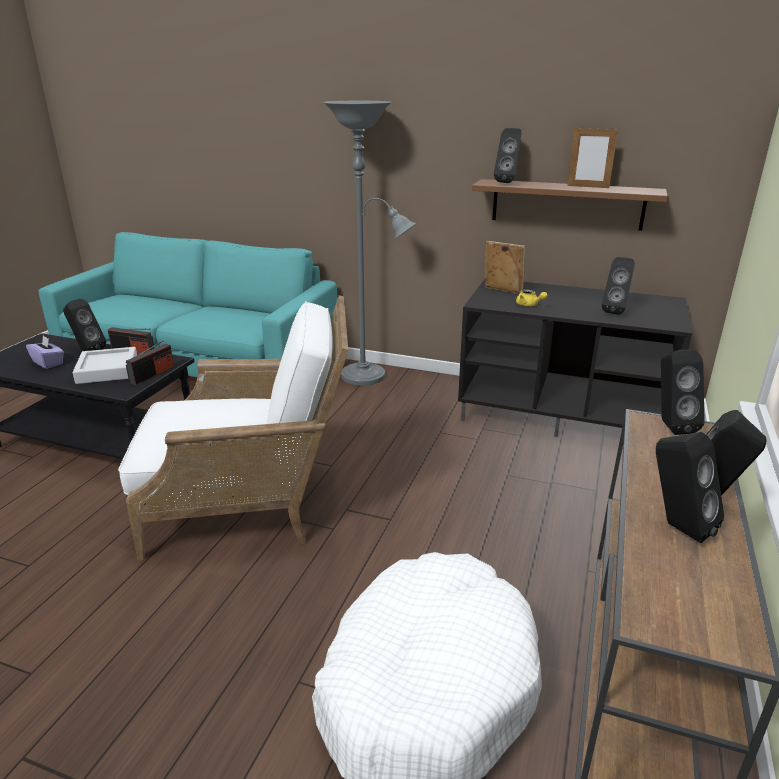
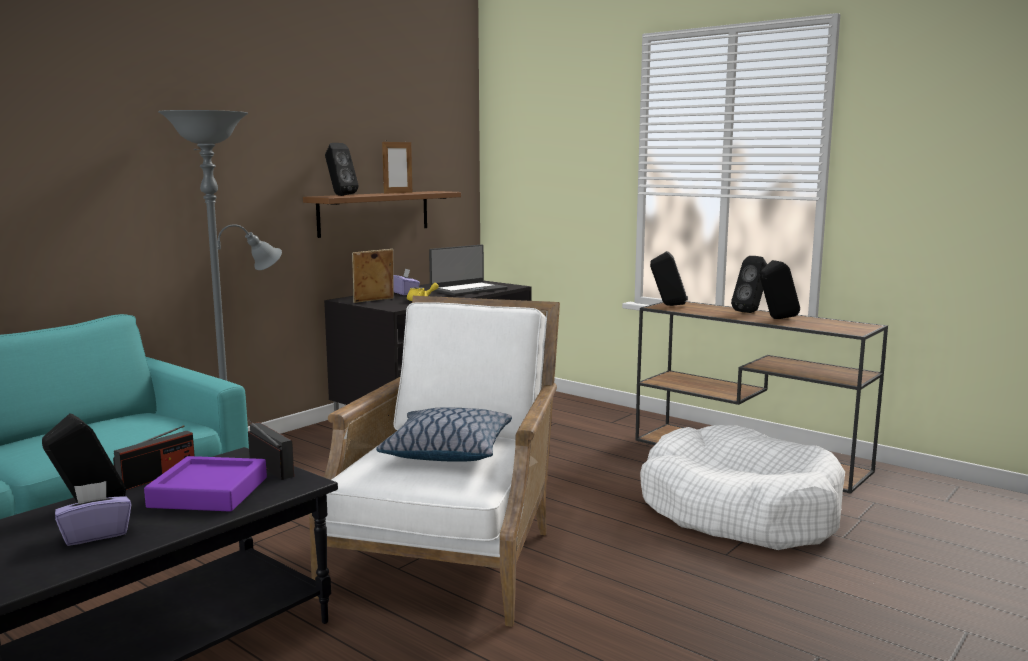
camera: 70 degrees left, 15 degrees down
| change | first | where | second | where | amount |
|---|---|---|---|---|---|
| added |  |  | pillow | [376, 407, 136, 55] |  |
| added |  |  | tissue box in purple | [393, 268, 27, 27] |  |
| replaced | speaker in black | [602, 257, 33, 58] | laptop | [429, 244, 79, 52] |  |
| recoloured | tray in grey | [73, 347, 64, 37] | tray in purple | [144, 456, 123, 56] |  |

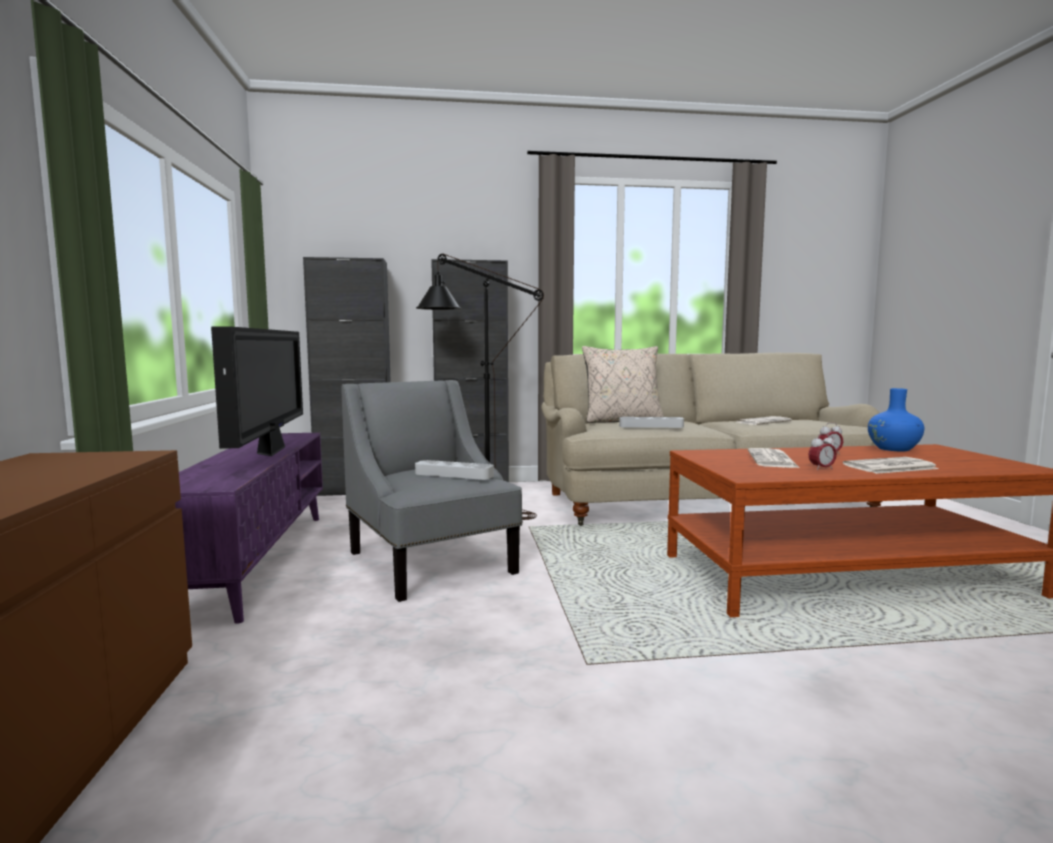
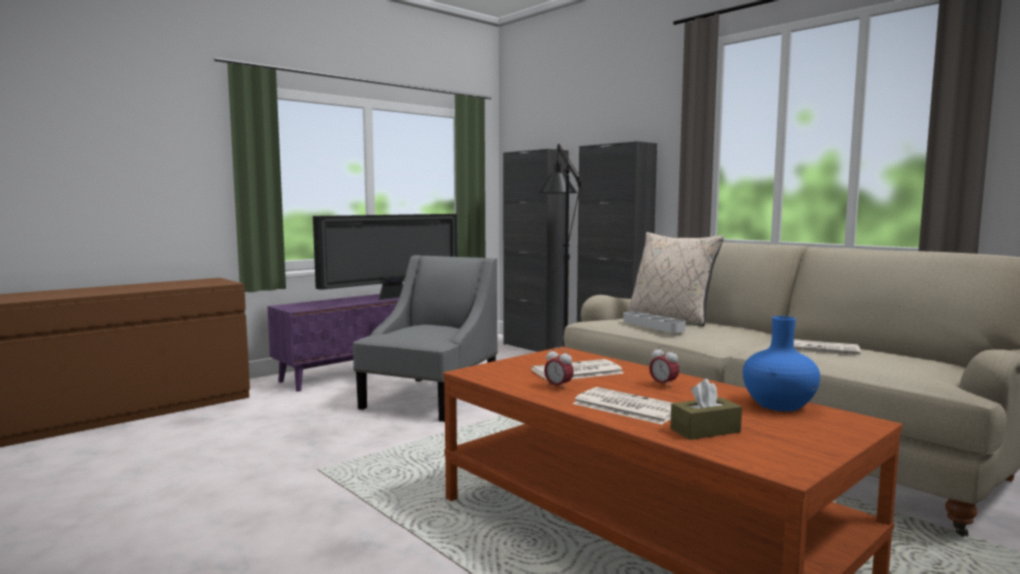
camera: 55 degrees right, 0 degrees up
| change | first | where | second | where | amount |
|---|---|---|---|---|---|
| removed | tray in grey | [415, 460, 79, 20] |  |  |  |
| added |  |  | tissue box in brown | [670, 379, 72, 61] |  |

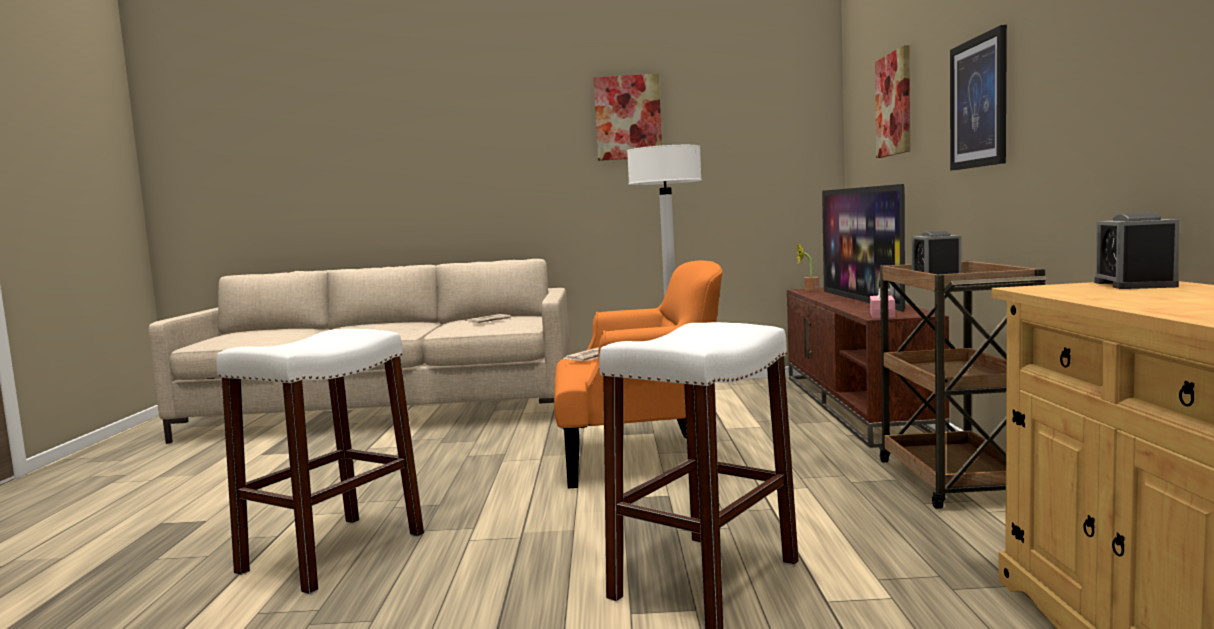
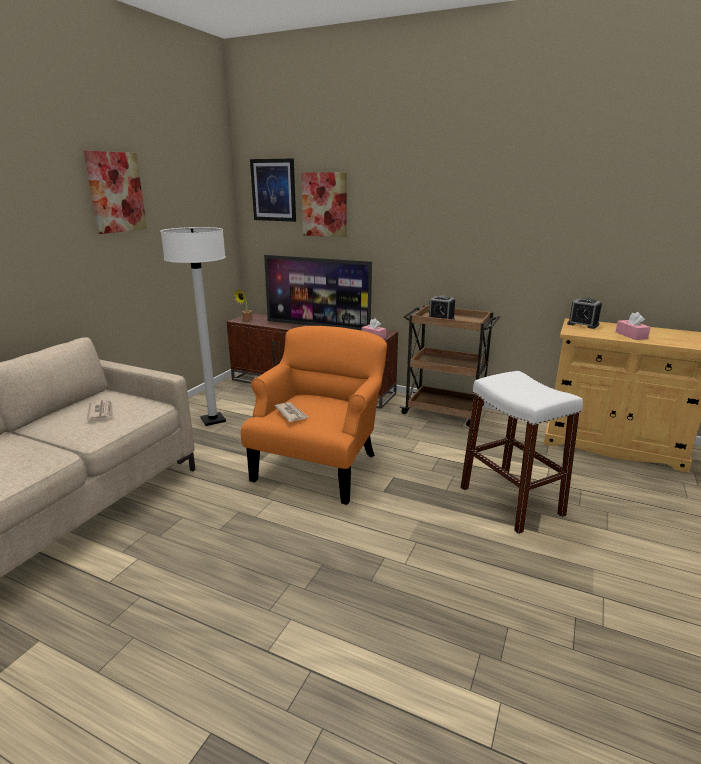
camera: 65 degrees left, 15 degrees up
| change | first | where | second | where | amount |
|---|---|---|---|---|---|
| removed | stool in white | [216, 329, 208, 265] |  |  |  |
| added |  |  | tissue box in pink | [616, 312, 35, 28] |  |
| moved | picture | [950, 25, 57, 145] |  | [250, 158, 46, 64] |  |

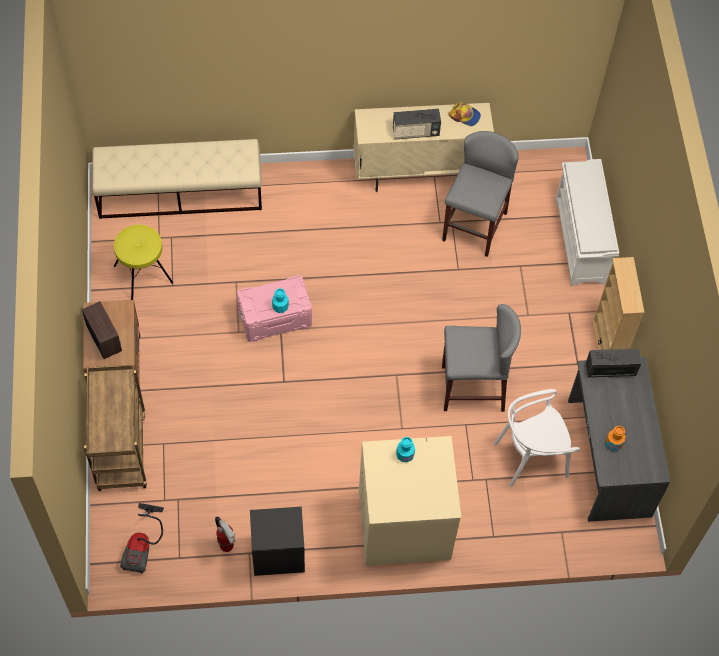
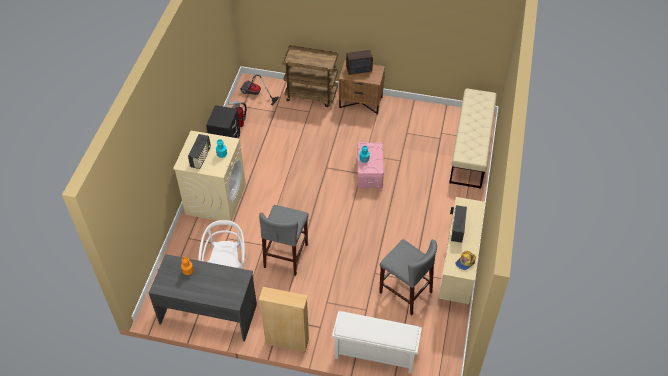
camera: 110 degrees right, 10 degrees down
| change | first | where | second | where | amount |
|---|---|---|---|---|---|
| removed | stool in yellow | [114, 225, 59, 75] |  |  |  |
| moved | radio | [586, 349, 55, 29] |  | [188, 134, 23, 35] |  |

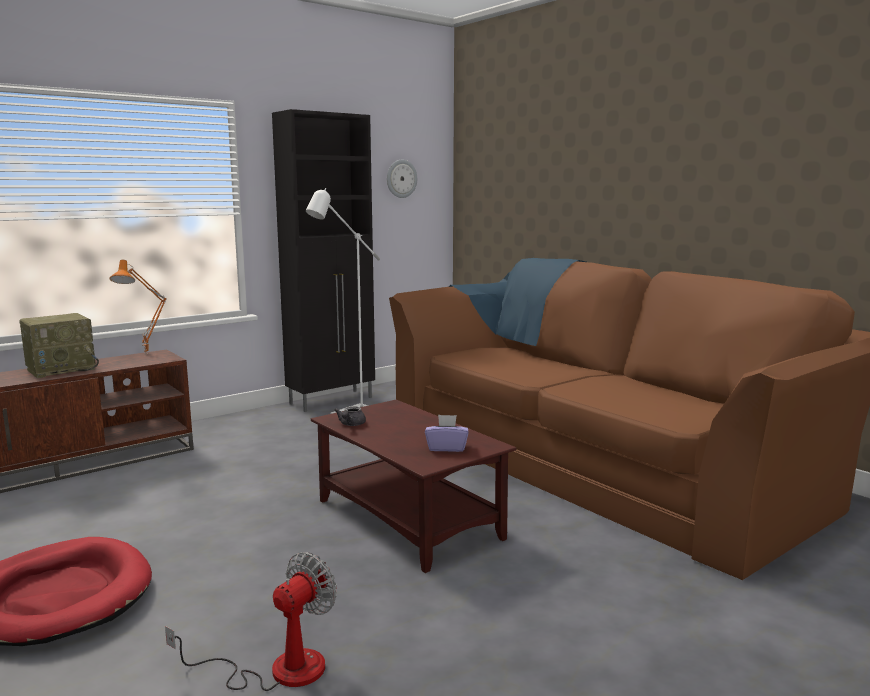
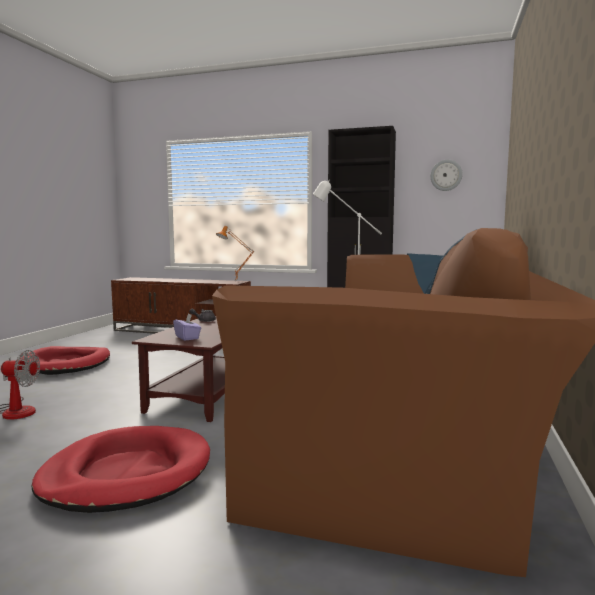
camera: 55 degrees right, 5 degrees down
| change | first | where | second | where | amount |
|---|---|---|---|---|---|
| removed | radio | [19, 313, 80, 65] |  |  |  |
| added |  |  | dog bed in red | [32, 426, 178, 87] |  |

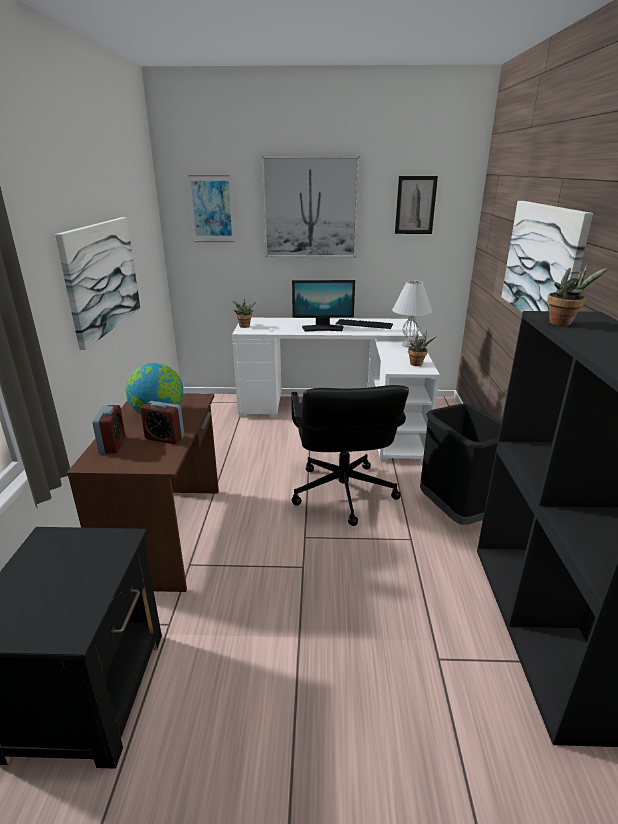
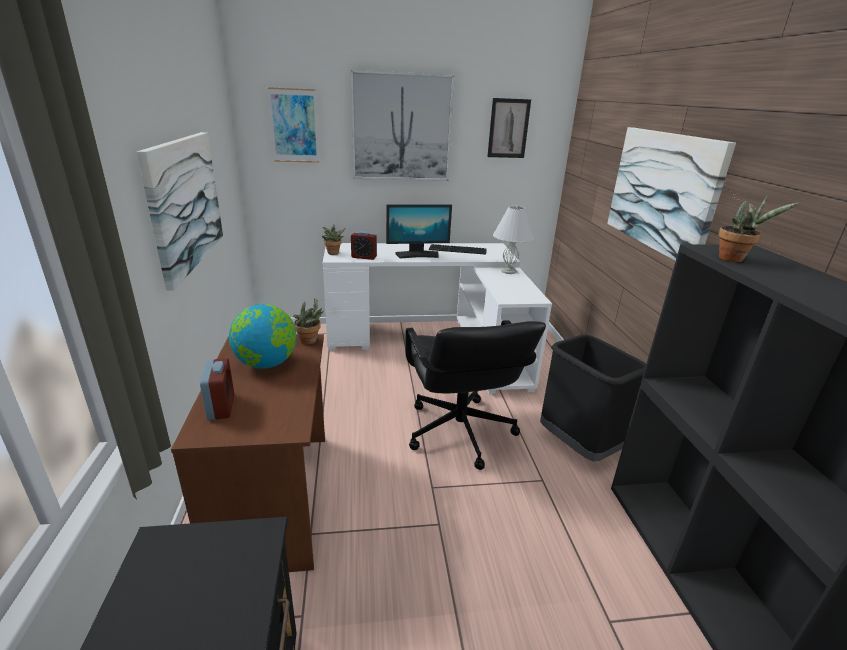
camera: 10 degrees left, 0 degrees up
| change | first | where | second | where | amount |
|---|---|---|---|---|---|
| moved | alarm clock | [140, 401, 44, 43] |  | [351, 231, 26, 29] |  |
| moved | potted plant | [408, 331, 29, 35] |  | [293, 298, 30, 47] |  |

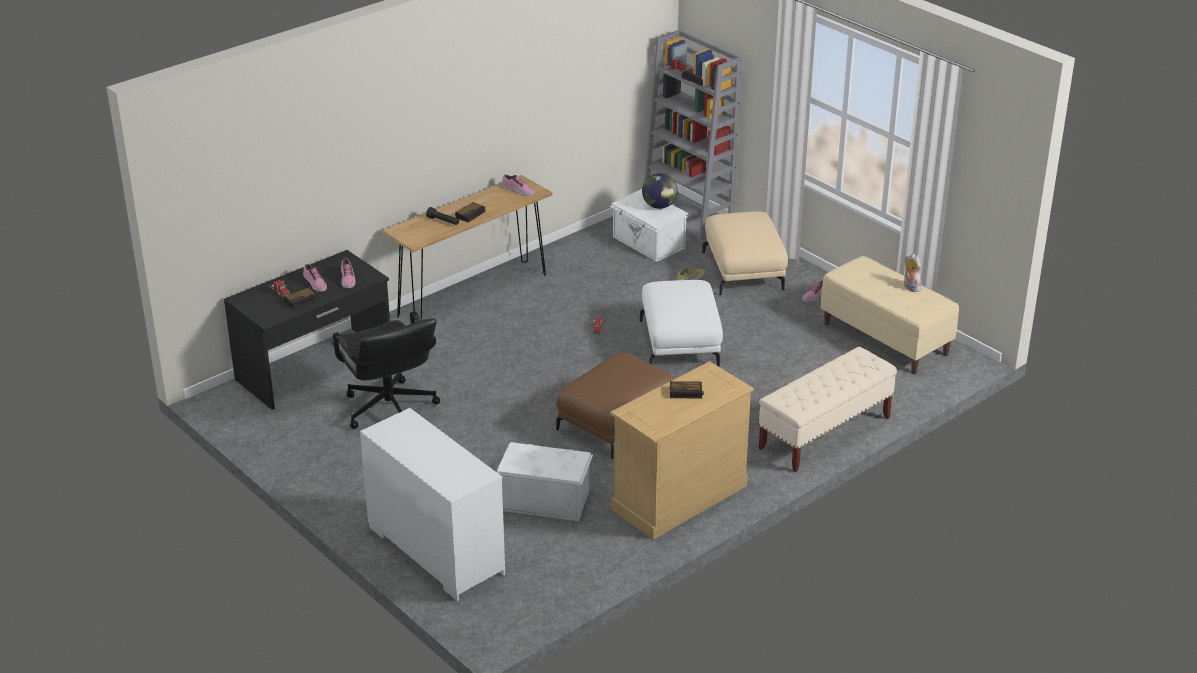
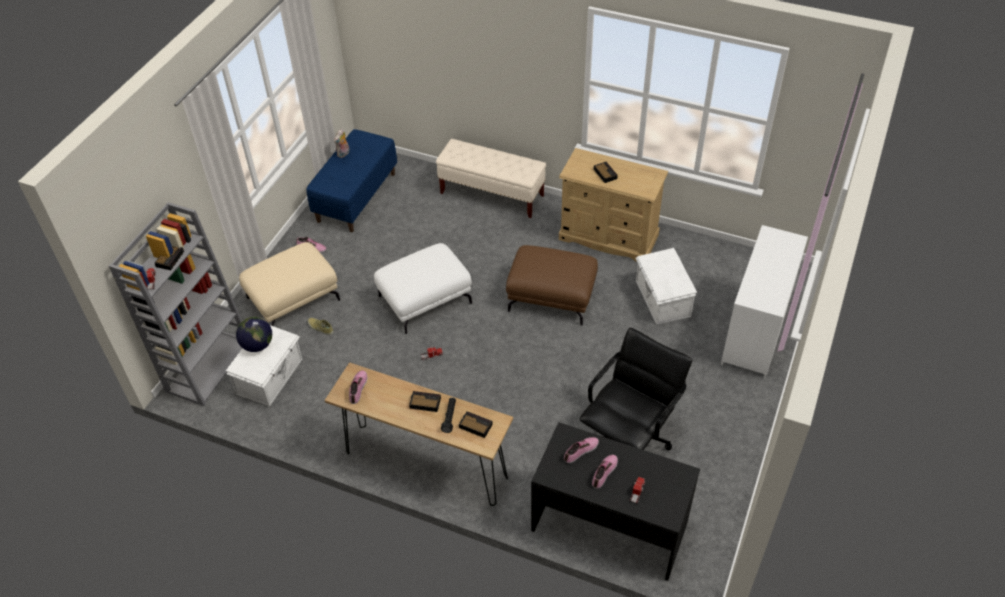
camera: 115 degrees left, 15 degrees up
| change | first | where | second | where | amount |
|---|---|---|---|---|---|
| moved | alarm clock | [284, 287, 35, 22] |  | [459, 411, 34, 27] |  |
| recoloured | bench in beige | [820, 256, 139, 118] | bench in blue | [306, 129, 91, 103] |  |

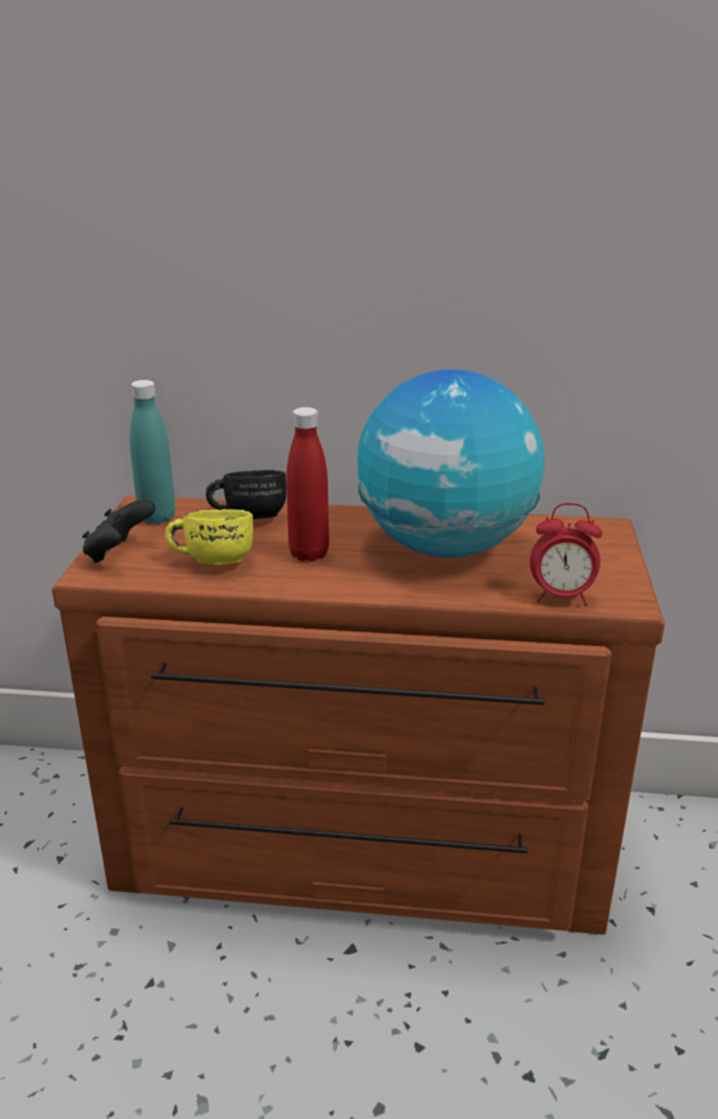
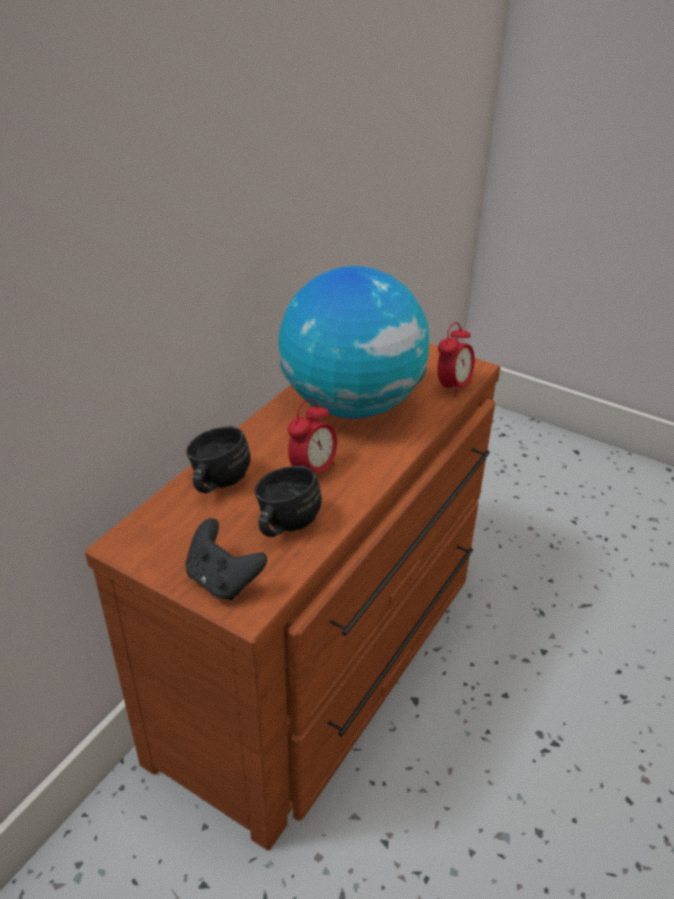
camera: 65 degrees left, 10 degrees up
| change | first | where | second | where | amount |
|---|---|---|---|---|---|
| removed | bottle in turquoise | [130, 380, 45, 144] |  |  |  |
| replaced | bottle in red | [286, 407, 43, 155] | alarm clock | [288, 399, 49, 73] |  |
| recoloured | mug in yellow | [165, 509, 88, 56] | mug in black | [254, 466, 68, 71] |  |

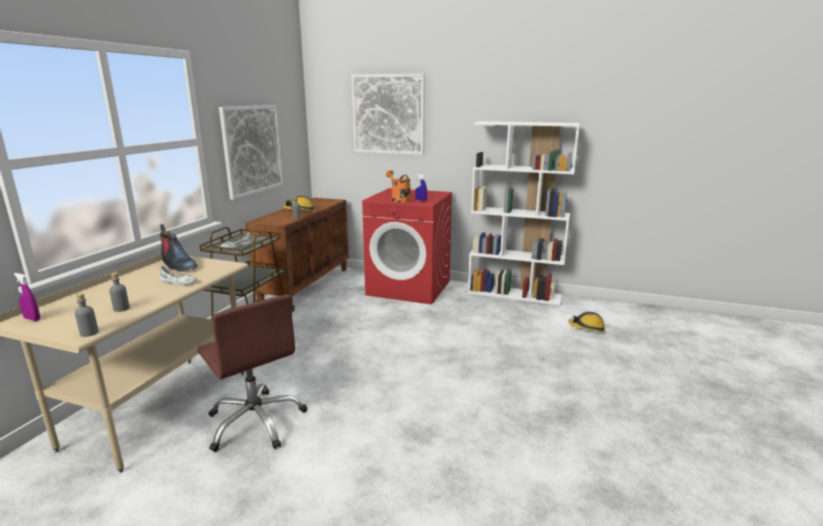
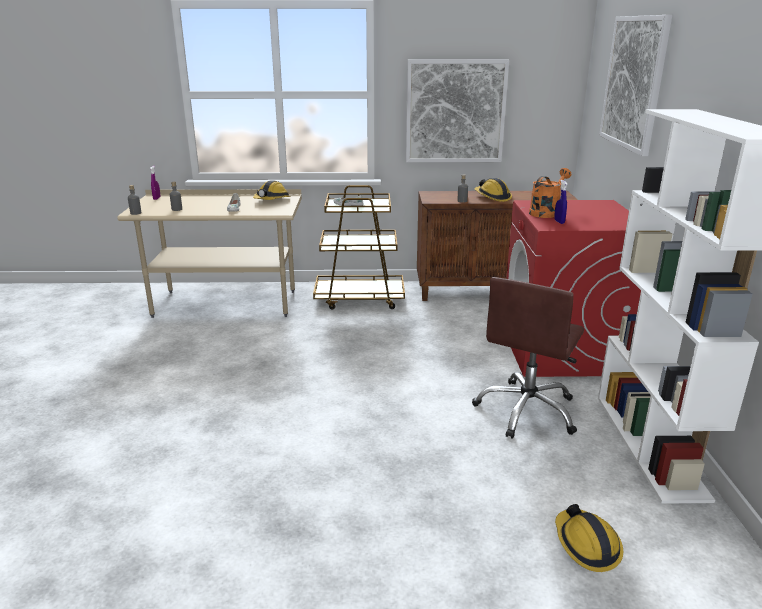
camera: 70 degrees right, 5 degrees up
| change | first | where | second | where | amount |
|---|---|---|---|---|---|
| moved | office chair in brown | [198, 294, 109, 158] |  | [472, 277, 112, 162] |  |
| replaced | boot | [160, 224, 37, 48] | hard hat | [253, 180, 38, 20] |  |

